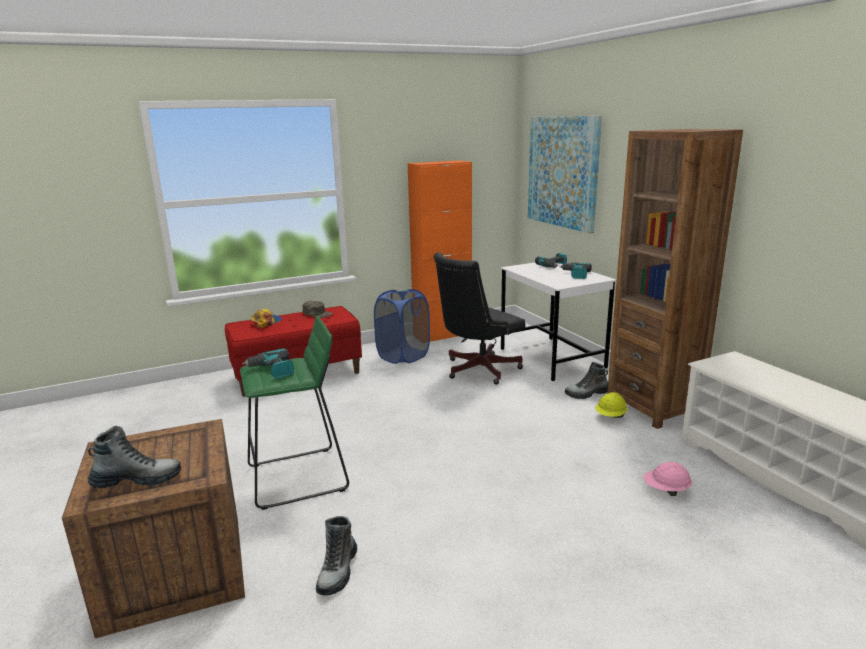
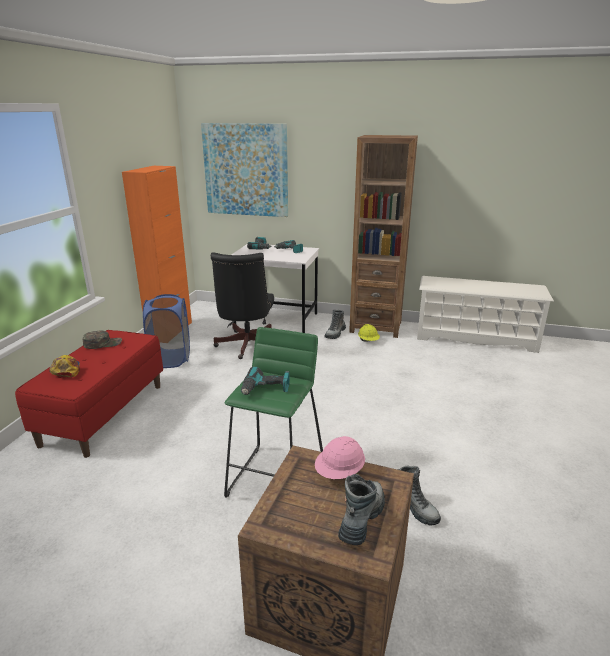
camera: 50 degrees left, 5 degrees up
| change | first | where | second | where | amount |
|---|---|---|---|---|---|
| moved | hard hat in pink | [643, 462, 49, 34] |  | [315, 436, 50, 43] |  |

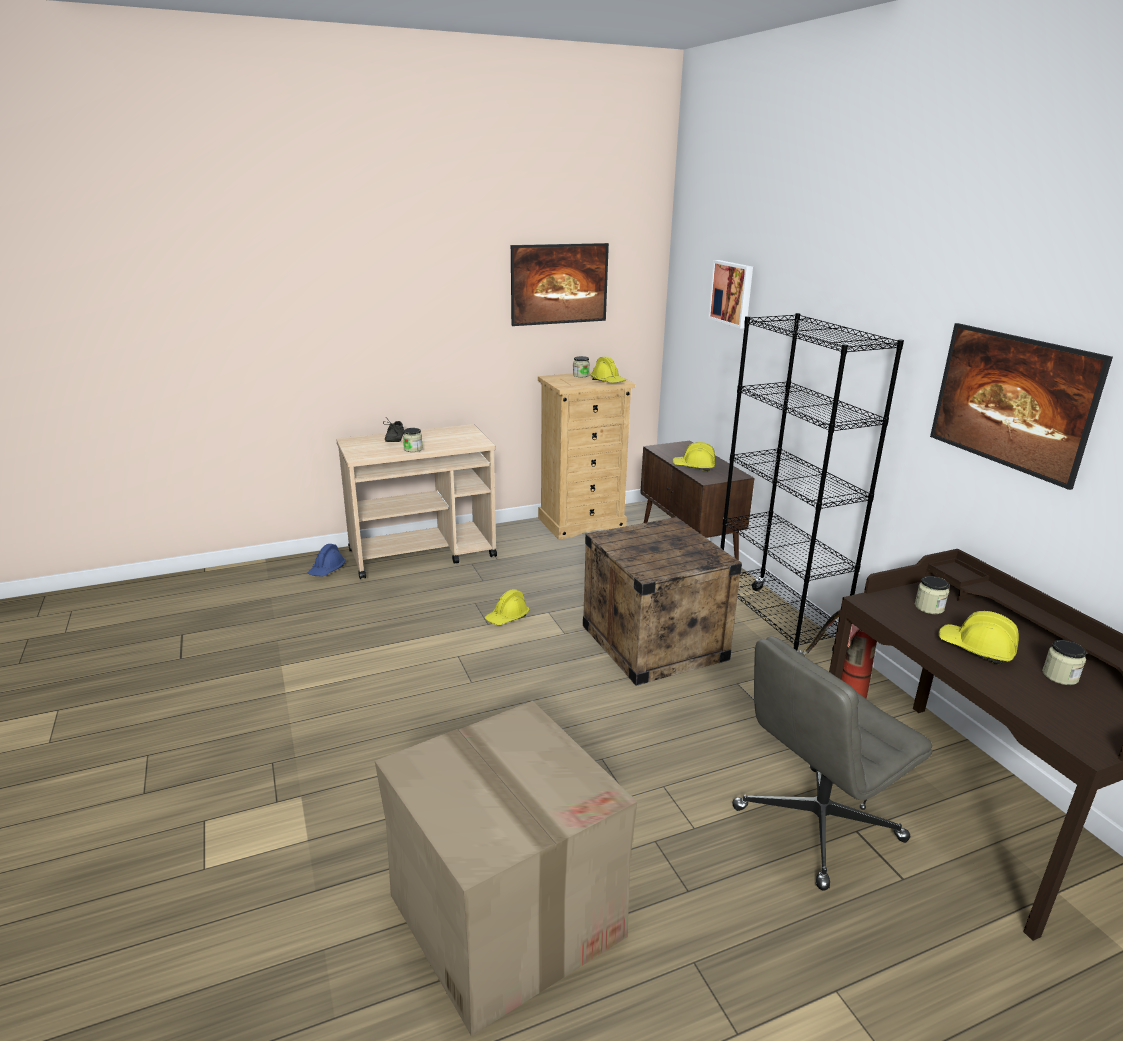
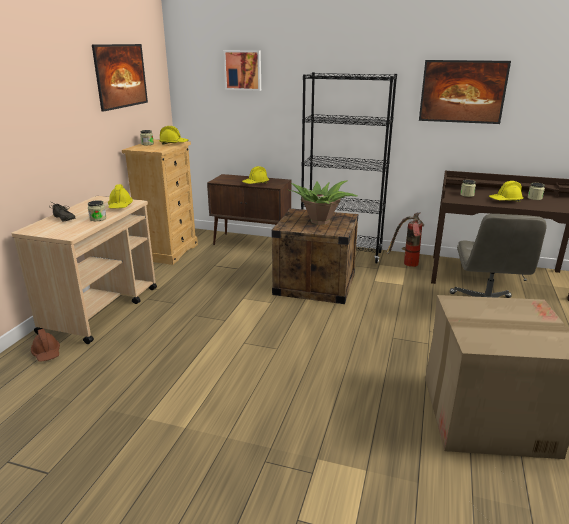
camera: 50 degrees left, 0 degrees up
| change | first | where | second | where | amount |
|---|---|---|---|---|---|
| added |  |  | potted plant | [289, 180, 69, 45] |  |
| moved | hard hat in yellow | [485, 589, 45, 36] |  | [108, 184, 25, 25] |  |
| recoloured | hard hat in blue | [308, 544, 38, 32] | hard hat in brown | [31, 329, 29, 33] |  |

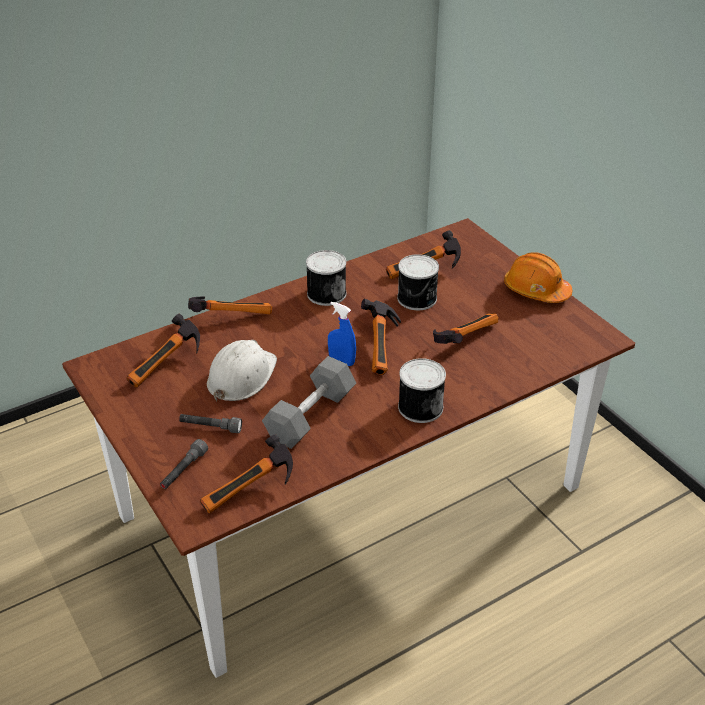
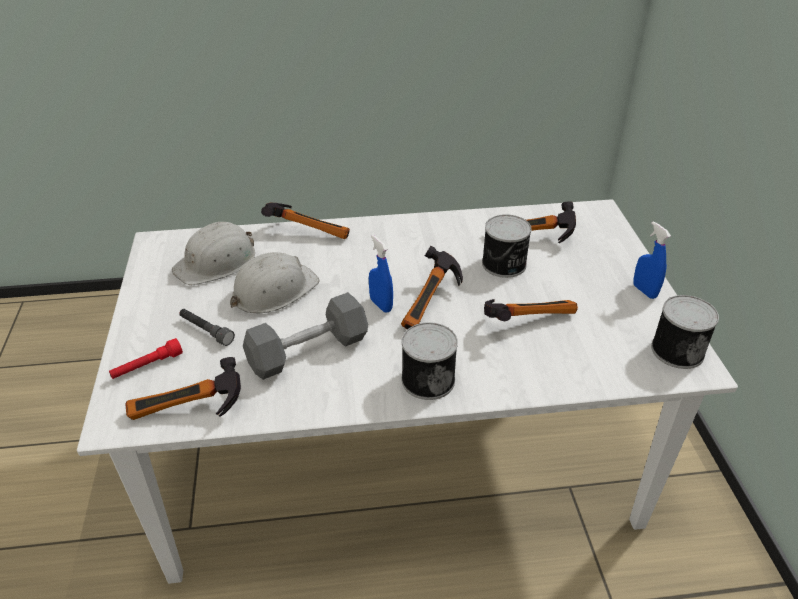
camera: 25 degrees right, 0 degrees up
| change | first | where | second | where | amount |
|---|---|---|---|---|---|
| moved | can | [306, 250, 40, 56] |  | [651, 295, 68, 74] |  |
| replaced | hammer | [127, 313, 73, 74] | hard hat in white | [172, 222, 83, 63] |  |
| replaced | hard hat in orange | [504, 252, 68, 51] | spray bottle in blue | [633, 221, 38, 78] |  |
| recoloured | dining table in brown | [62, 218, 573, 460] | dining table in white | [77, 199, 661, 385] |  |
| recoloured | flashlight in grey | [160, 439, 48, 50] | flashlight in red | [109, 338, 74, 41] |  |

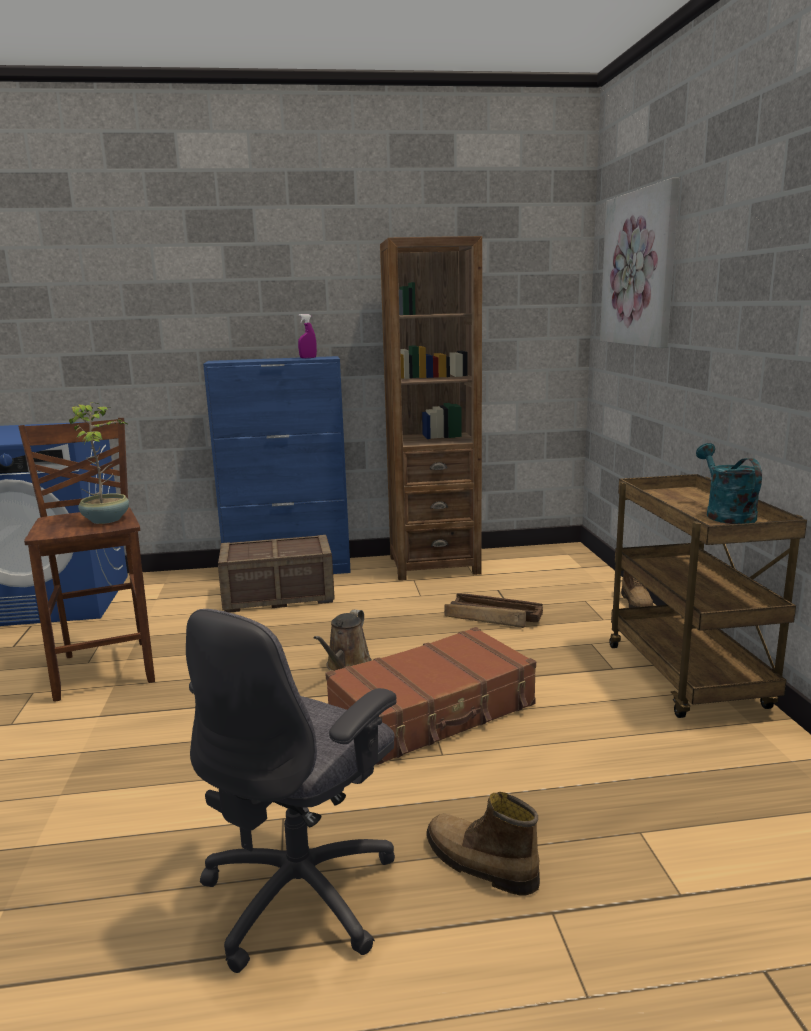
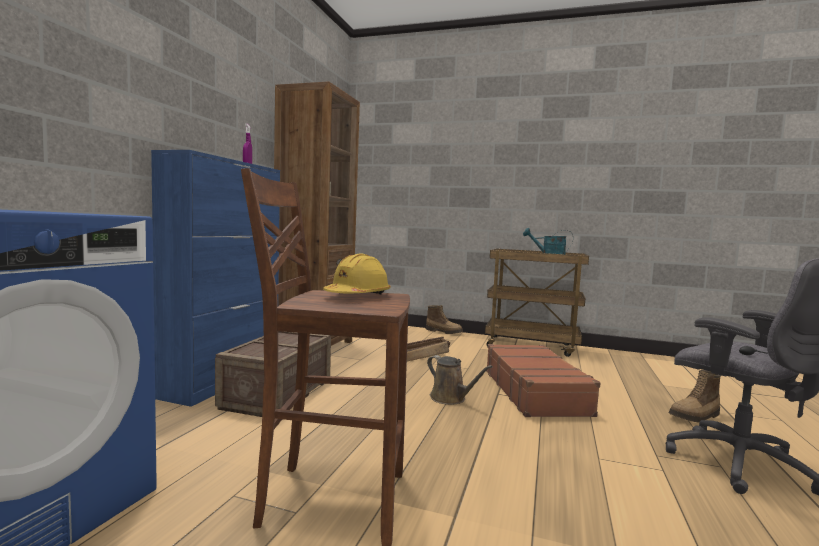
camera: 65 degrees left, 10 degrees down
| change | first | where | second | where | amount |
|---|---|---|---|---|---|
| removed | picture | [600, 178, 80, 170] |  |  |  |
| replaced | potted plant | [69, 402, 60, 122] | hard hat in yellow | [323, 253, 68, 41] |  |

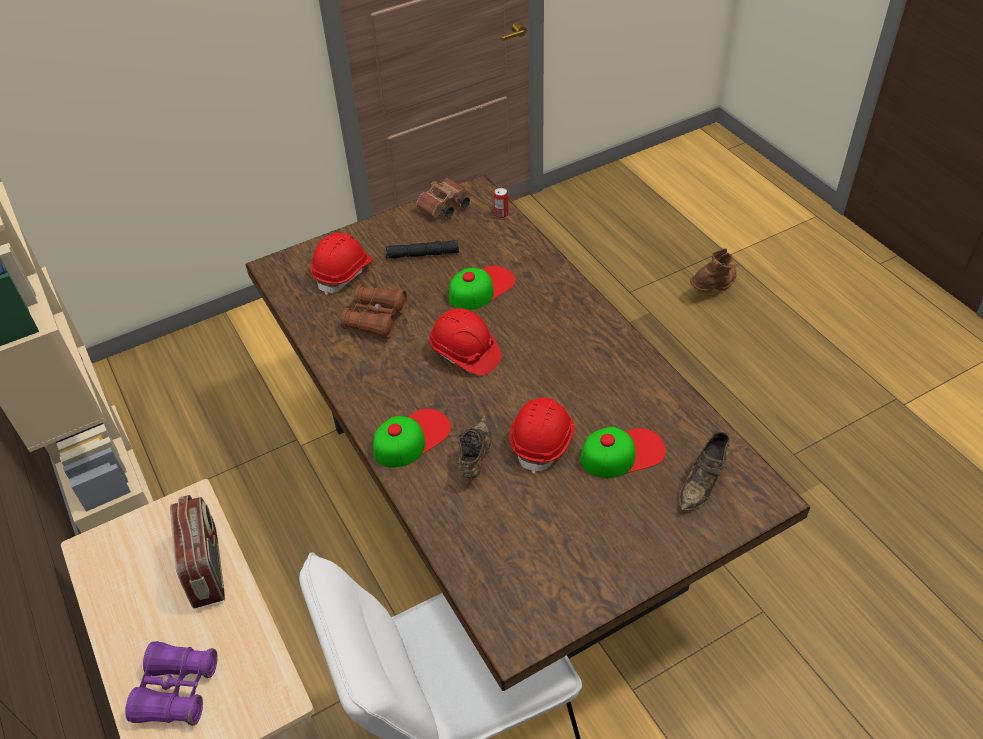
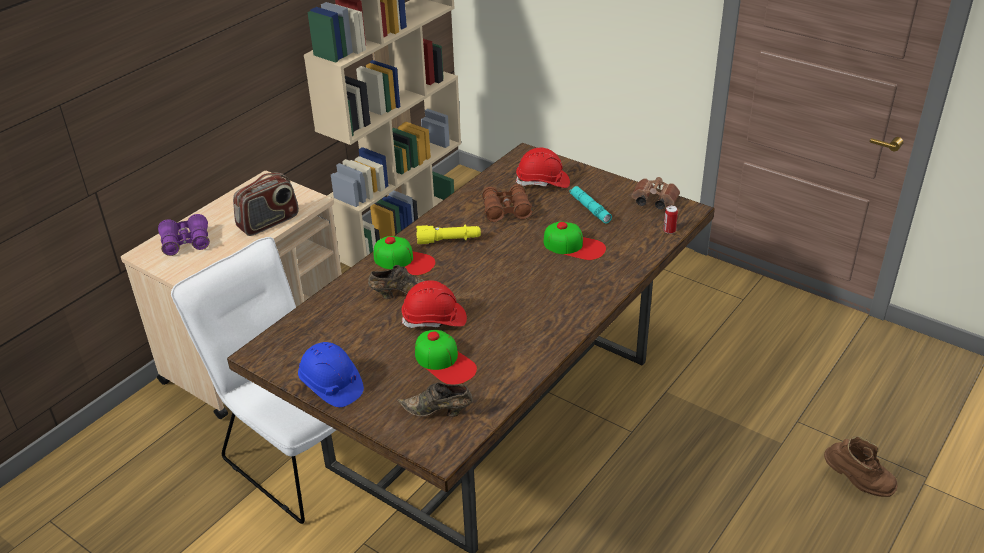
camera: 65 degrees right, 10 degrees down
| change | first | where | second | where | amount |
|---|---|---|---|---|---|
| removed | hard hat in red | [429, 308, 72, 68] |  |  |  |
| added |  |  | hard hat in blue | [298, 342, 66, 65] |  |
| added |  |  | flashlight in yellow | [416, 224, 65, 20] |  |
| recoloured | flashlight in black | [386, 240, 73, 18] | flashlight in turquoise | [569, 186, 43, 37] |  |

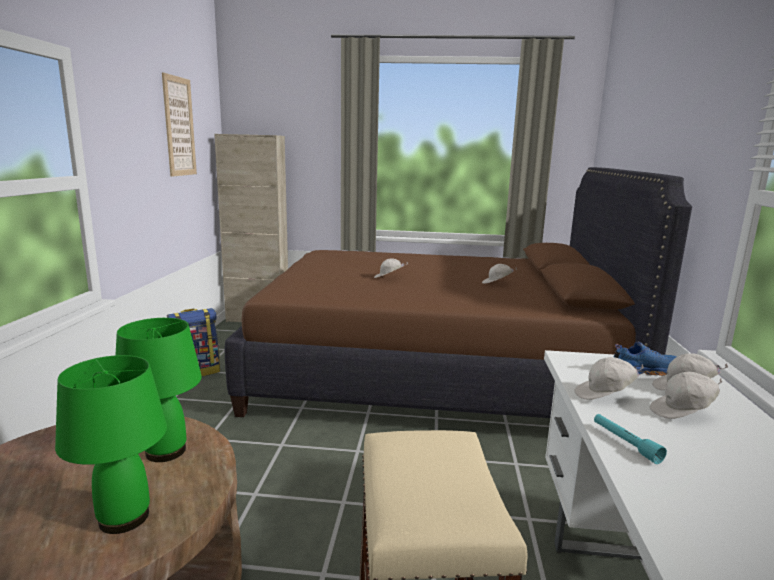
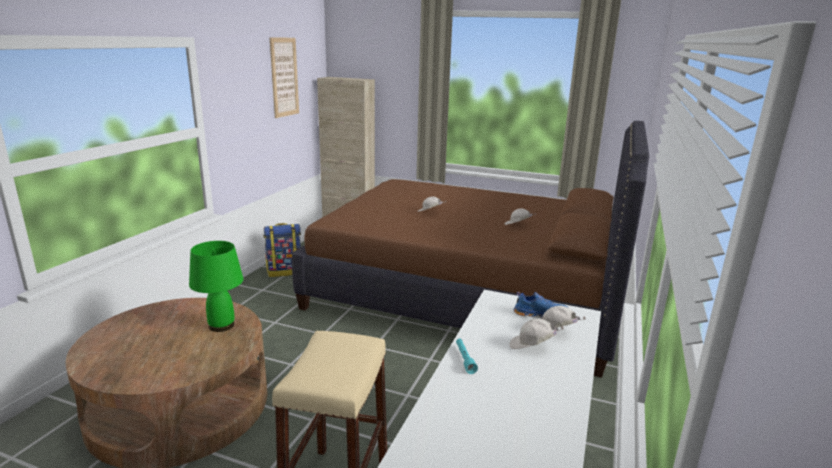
camera: 15 degrees right, 5 degrees up
| change | first | where | second | where | amount |
|---|---|---|---|---|---|
| removed | table lamp in green | [55, 355, 112, 179] |  |  |  |
| removed | cap in white | [574, 357, 70, 43] |  |  |  |

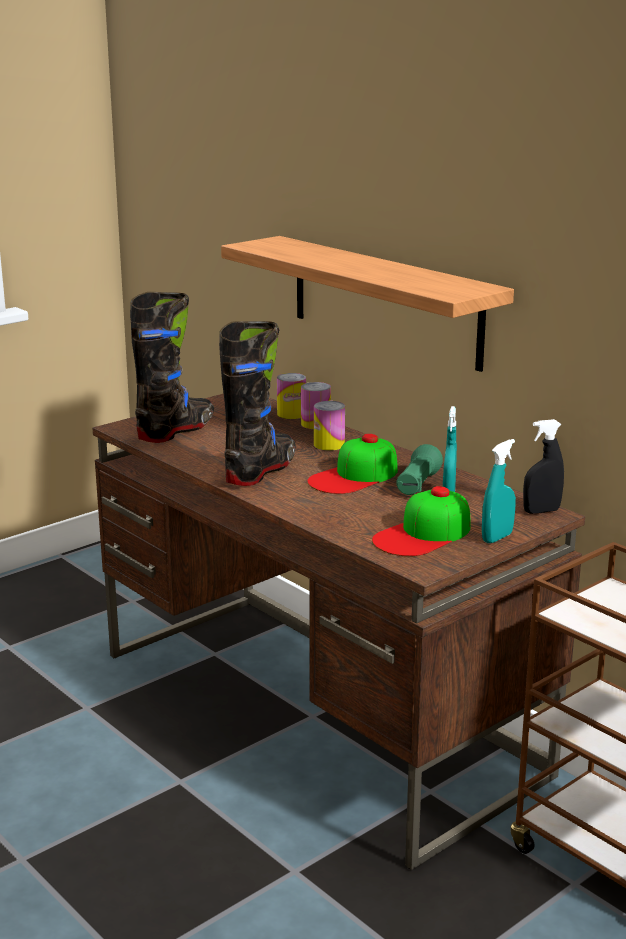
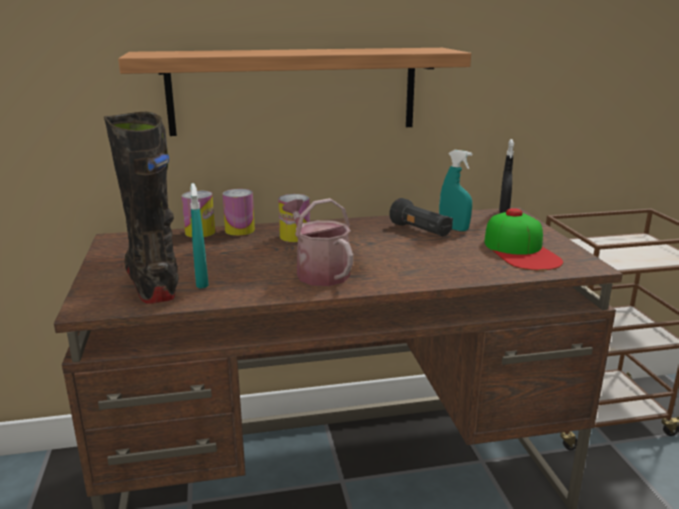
camera: 60 degrees left, 0 degrees up
| change | first | where | second | where | amount |
|---|---|---|---|---|---|
| removed | cap | [307, 434, 91, 60] |  |  |  |
| moved | spray bottle in turquoise | [482, 439, 34, 104] |  | [190, 183, 19, 106] |  |
| replaced | boot in black | [219, 321, 76, 165] | watering can | [282, 198, 71, 88] |  |
| recoloured | flashlight in green | [396, 444, 47, 51] | flashlight in black | [389, 198, 64, 39] |  |

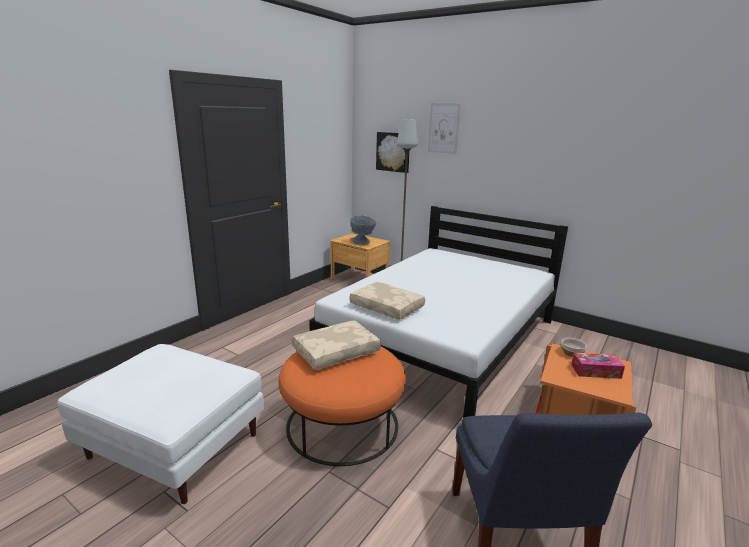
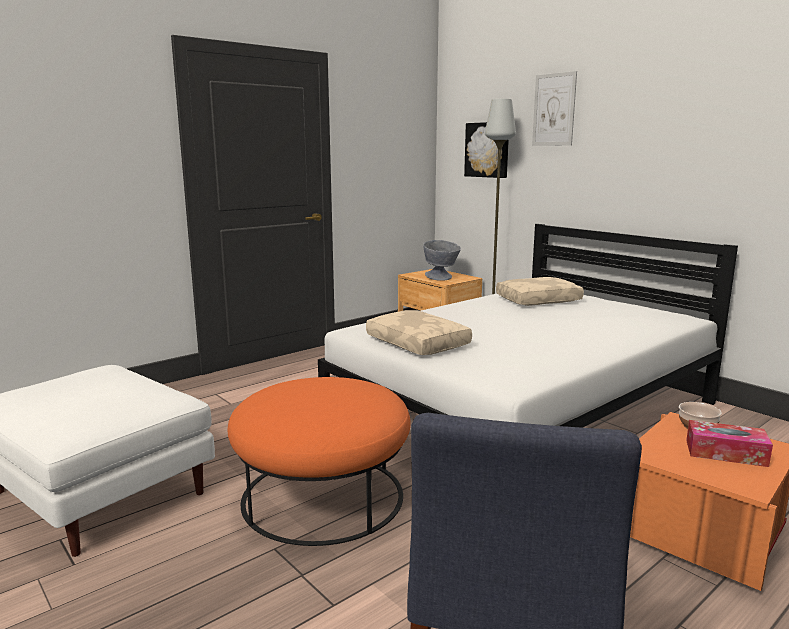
camera: 15 degrees right, 5 degrees down
| change | first | where | second | where | amount |
|---|---|---|---|---|---|
| moved | pillow in beige | [292, 321, 89, 49] |  | [496, 277, 88, 29] |  |

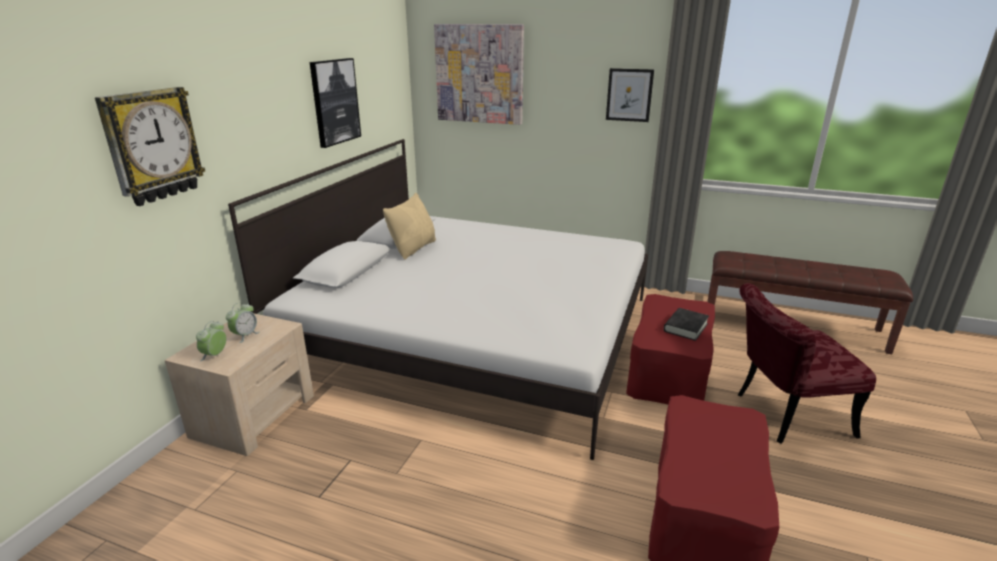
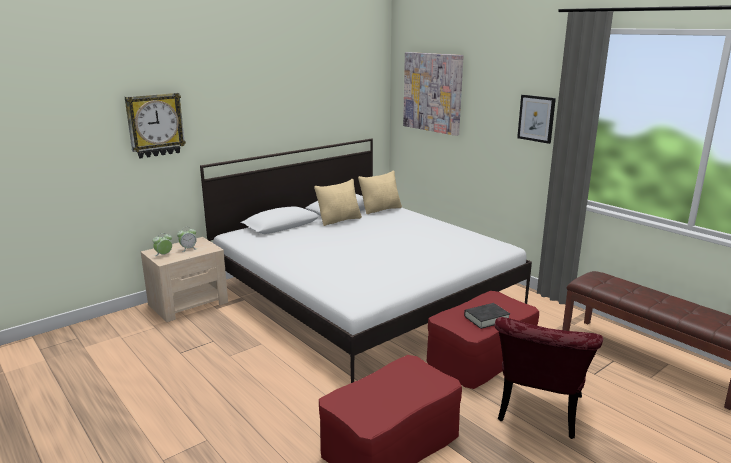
camera: 30 degrees right, 5 degrees down
| change | first | where | second | where | amount |
|---|---|---|---|---|---|
| removed | picture | [310, 58, 51, 90] |  |  |  |
| added |  |  | pillow in beige | [358, 170, 44, 44] |  |
| turned | chair in red | [738, 283, 138, 161] |  | [495, 317, 108, 122] | 90 degrees counterclockwise |

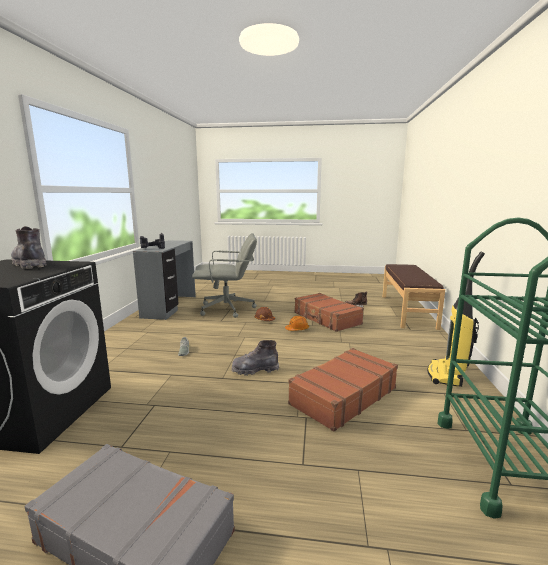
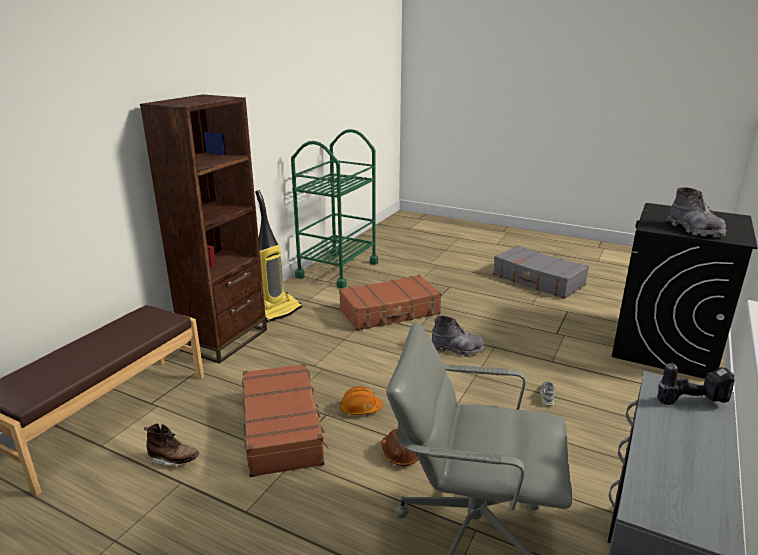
camera: 160 degrees left, 10 degrees up
| change | first | where | second | where | amount |
|---|---|---|---|---|---|
| added |  |  | bookcase in brown | [140, 94, 127, 270] |  |

